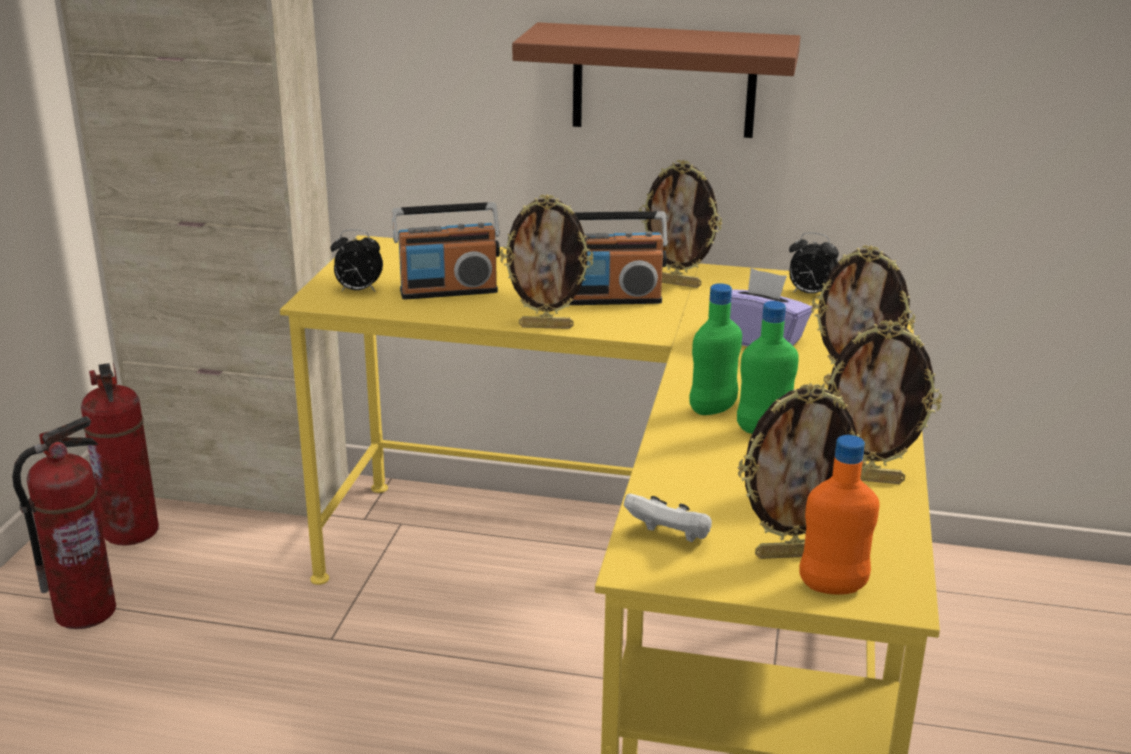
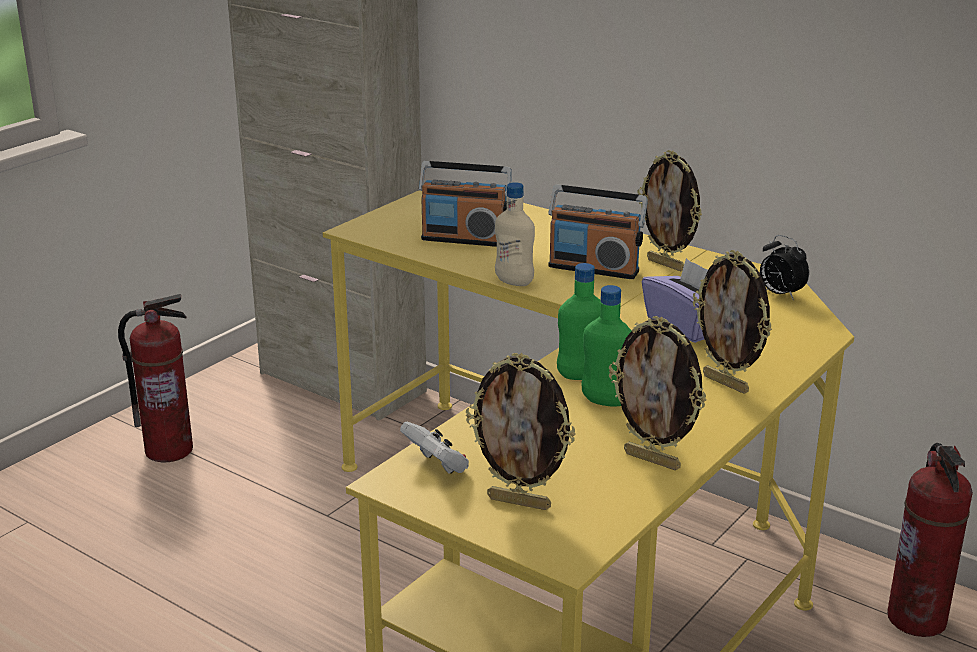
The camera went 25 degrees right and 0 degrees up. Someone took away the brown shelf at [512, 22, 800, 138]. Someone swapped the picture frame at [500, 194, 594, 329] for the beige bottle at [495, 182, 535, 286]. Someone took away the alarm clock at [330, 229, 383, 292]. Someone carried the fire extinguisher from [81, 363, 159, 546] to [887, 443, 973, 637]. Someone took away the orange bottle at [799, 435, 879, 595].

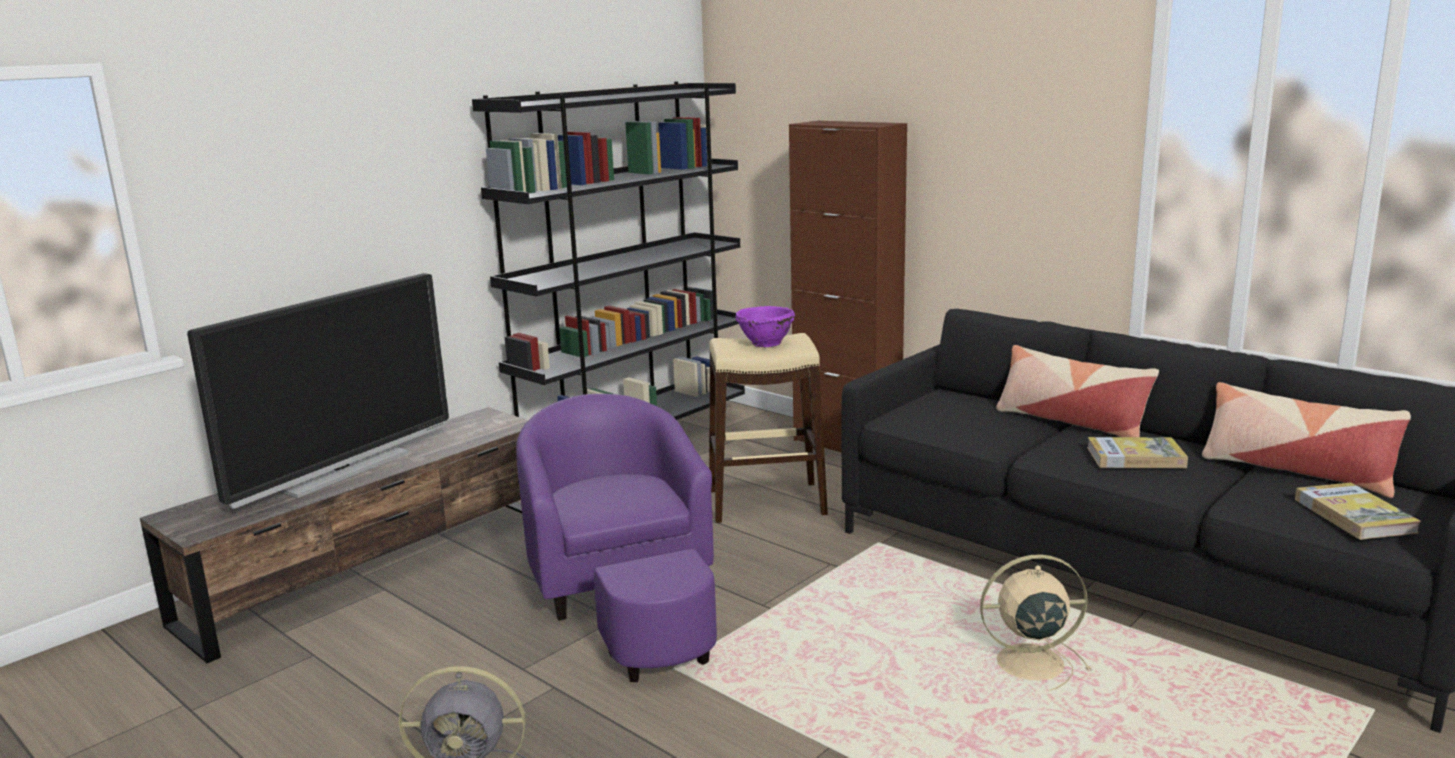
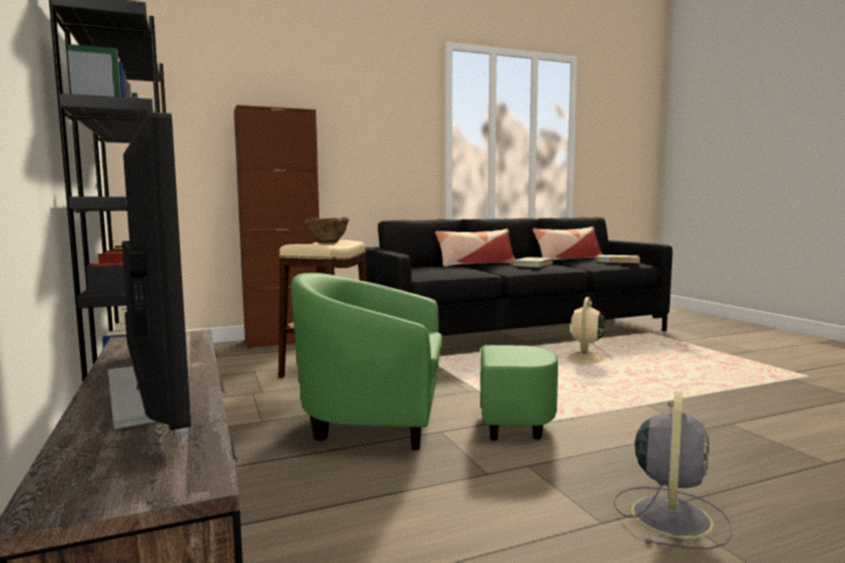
The camera went 65 degrees left and 10 degrees down. Someone repainted the purple bowl at [736, 306, 795, 347], which became the brown bowl at [305, 217, 349, 243]. Someone repainted the purple armchair at [516, 394, 717, 682], which became the green armchair at [291, 273, 558, 450].

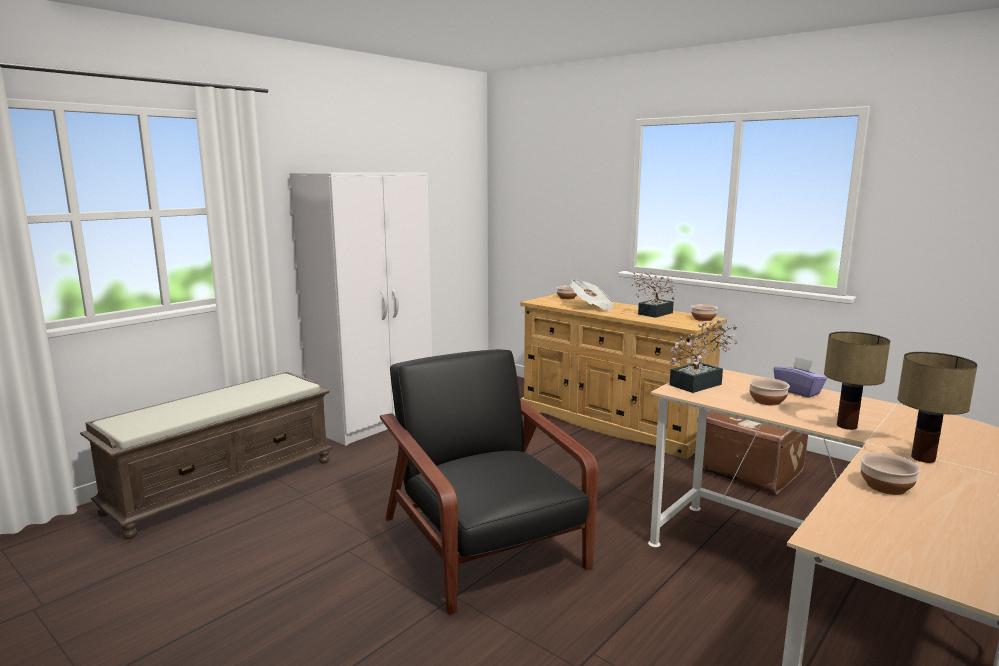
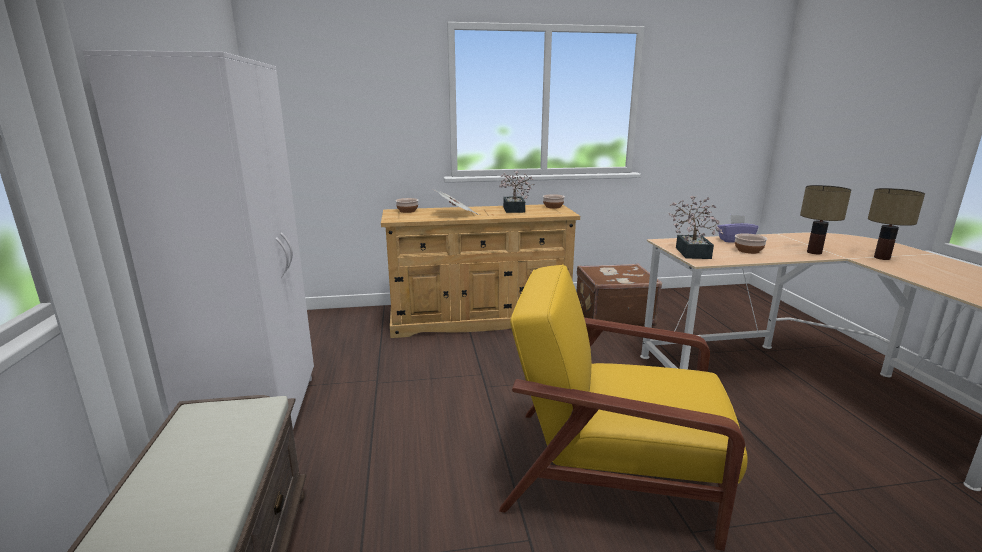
The camera went 50 degrees left and 5 degrees up. Someone repainted the black armchair at [380, 349, 598, 615], which became the yellow armchair at [499, 264, 748, 551]. Someone took away the bowl at [860, 452, 920, 495].

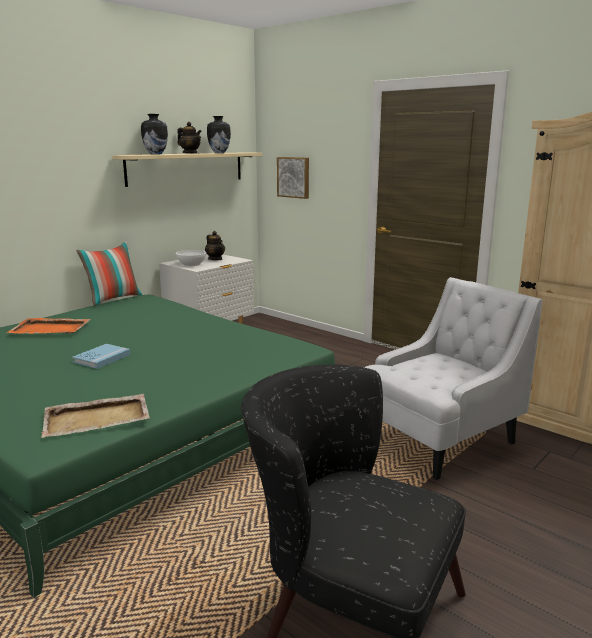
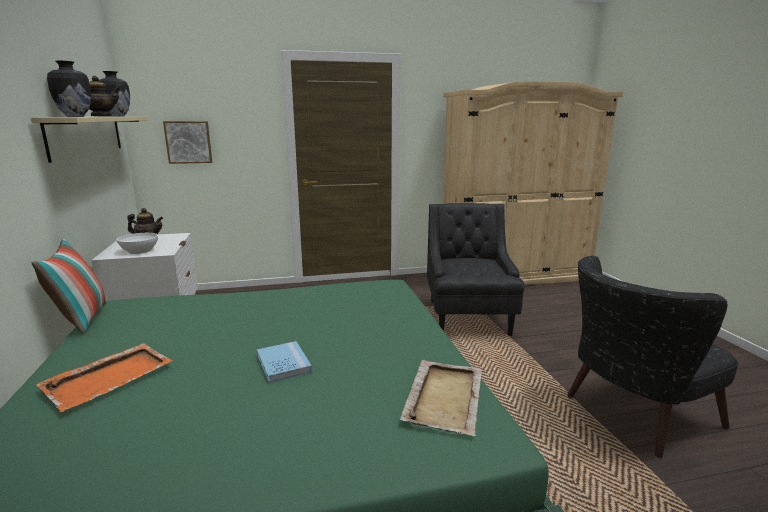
The camera went 55 degrees left and 0 degrees up. Someone repainted the white armchair at [364, 277, 543, 480], which became the black armchair at [427, 203, 525, 336].

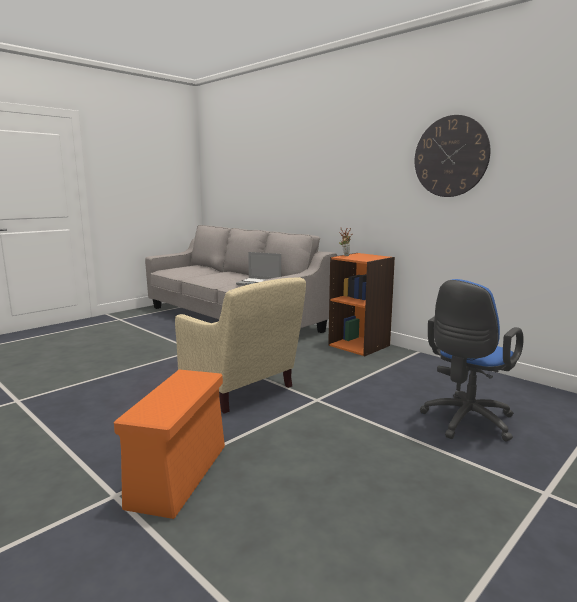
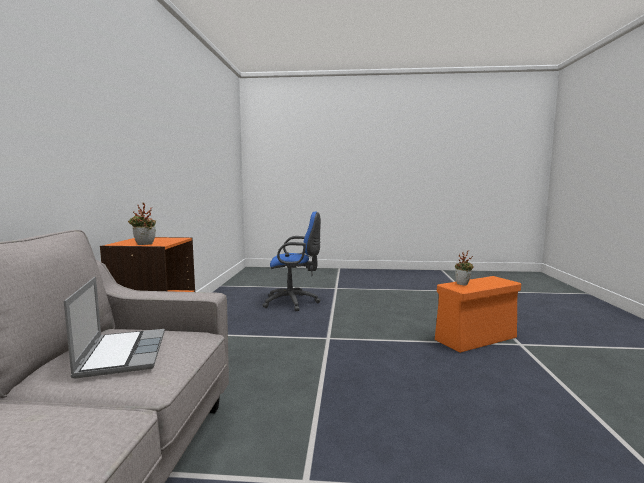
The camera went 130 degrees left and 5 degrees down. Someone took away the wall clock at [415, 115, 490, 197]. Someone took away the beige armchair at [175, 277, 306, 414]. Someone put down the potted plant at [455, 250, 473, 286].

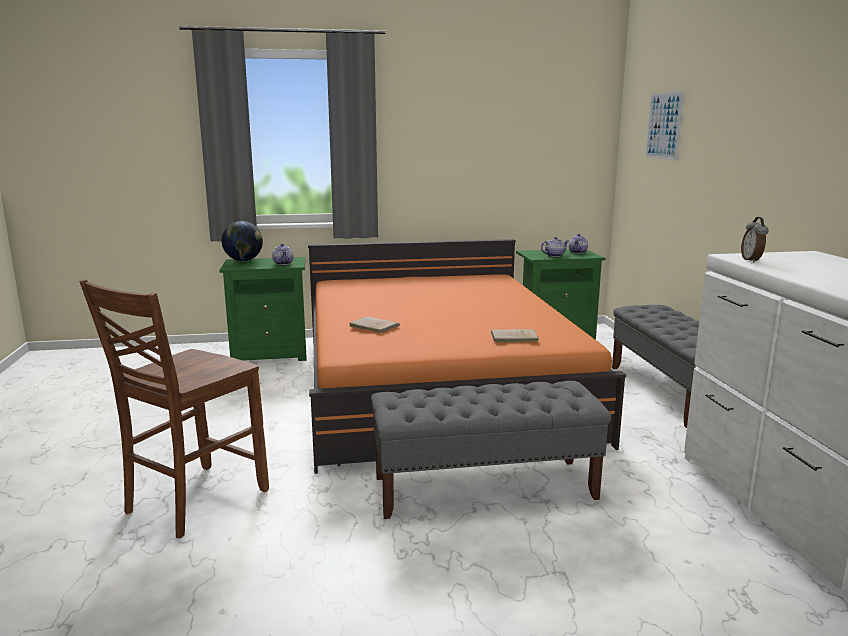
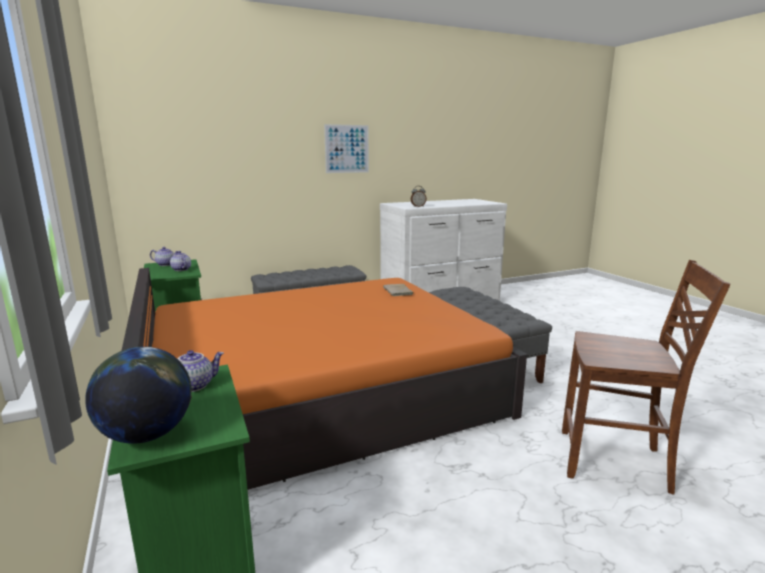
The camera went 105 degrees left and 0 degrees up. Someone carried the picture from [645, 90, 684, 160] to [324, 124, 369, 173]. Someone took away the beige book at [349, 316, 400, 333].

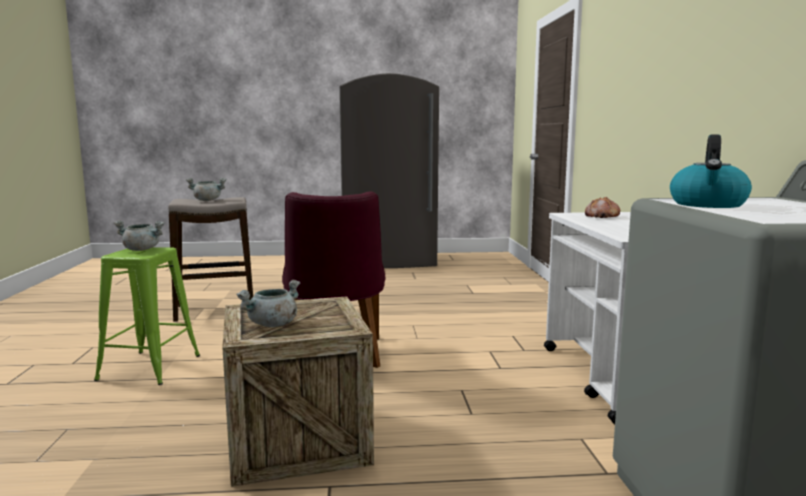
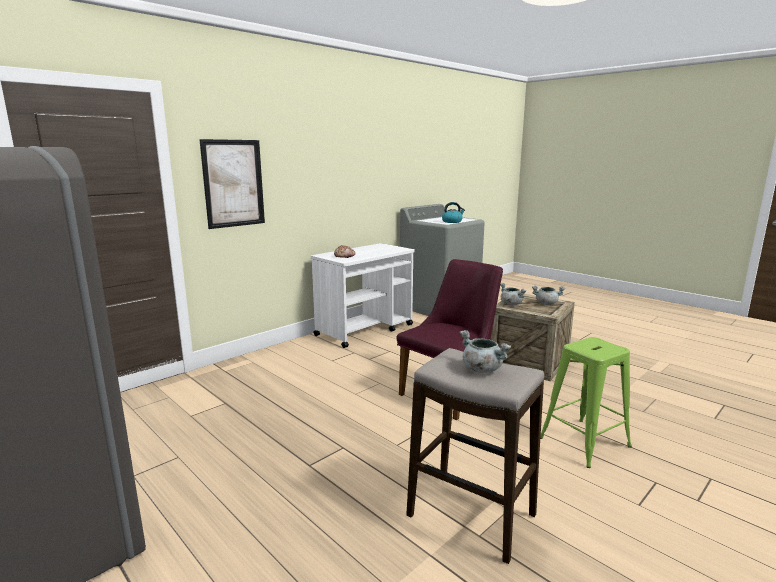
The camera went 130 degrees left and 5 degrees up. Someone carried the grey cooking pot from [114, 220, 165, 251] to [500, 283, 527, 305]. Someone put up the picture at [199, 139, 265, 229].

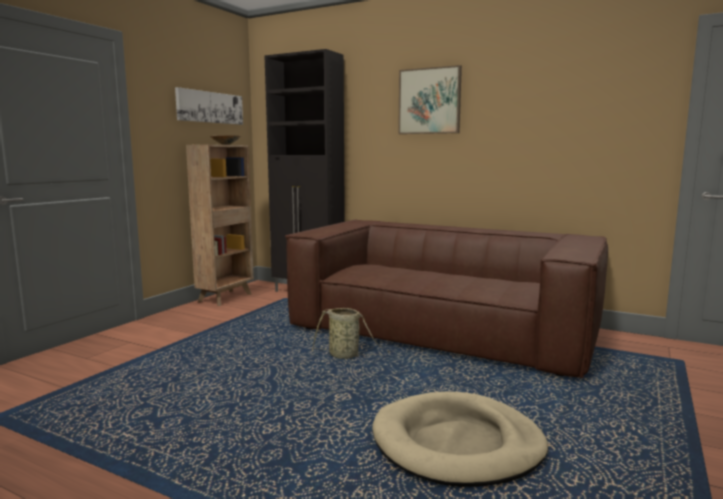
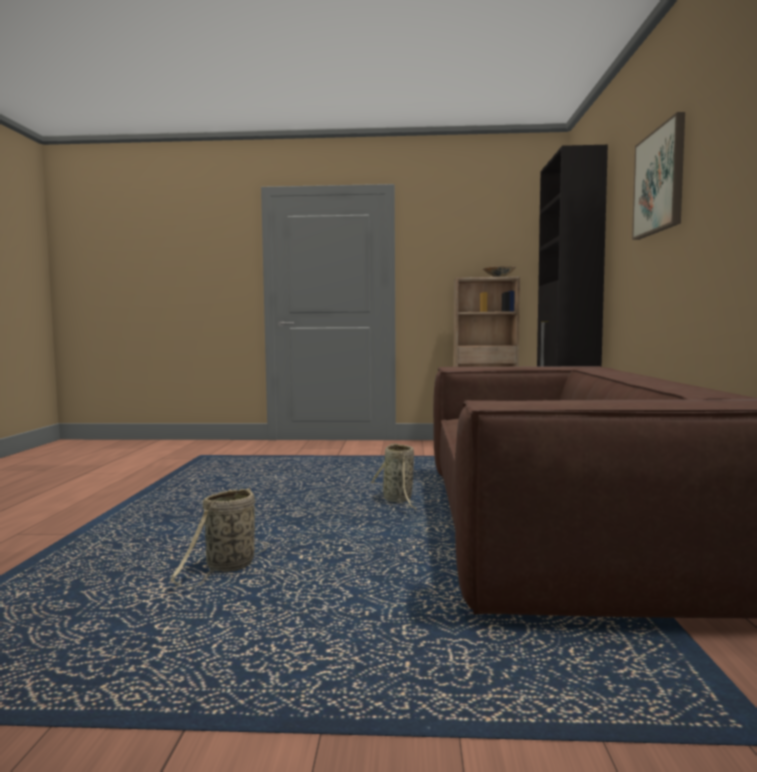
The camera went 65 degrees right and 5 degrees down. Someone took away the picture at [175, 87, 243, 125]. Someone swapped the beige dog bed at [372, 391, 548, 487] for the basket at [171, 487, 267, 588].

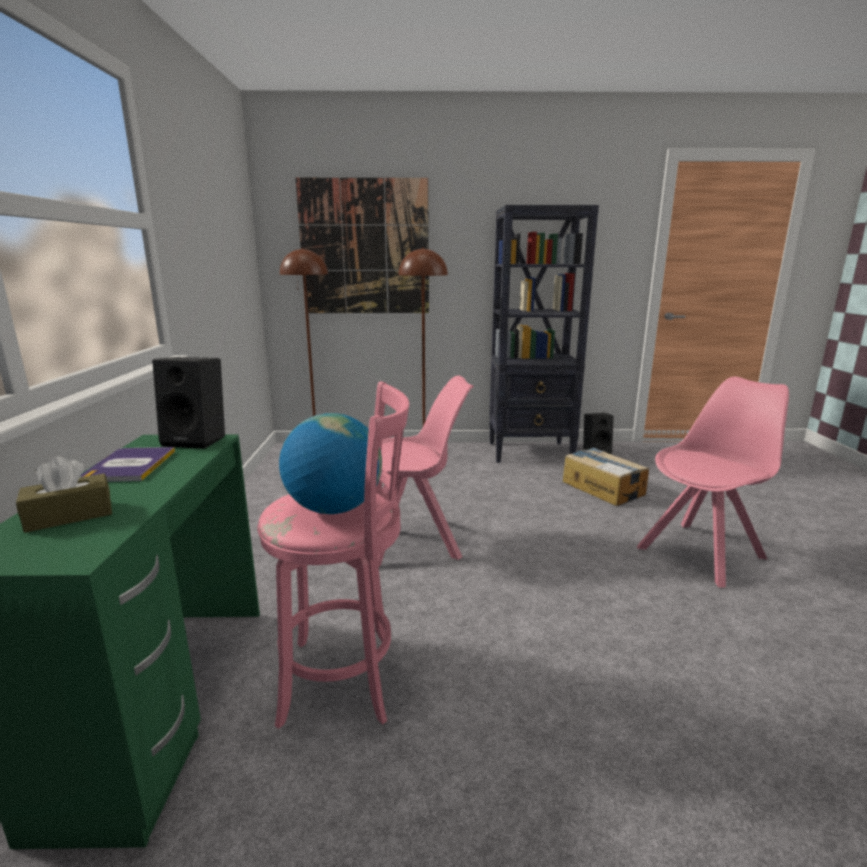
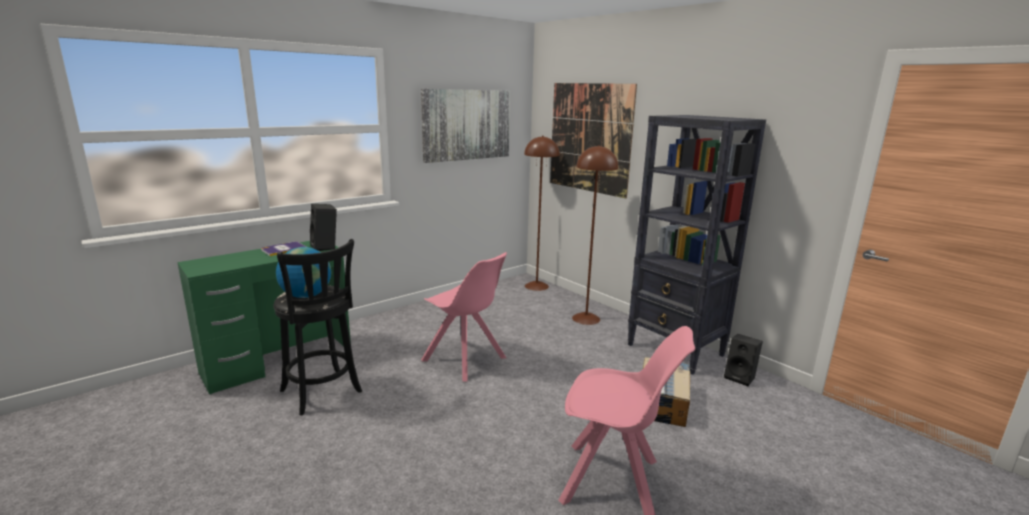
The camera went 50 degrees right and 0 degrees up. Someone repainted the pink stool at [257, 381, 409, 729], which became the black stool at [273, 239, 362, 415]. Someone took away the brown tissue box at [16, 456, 112, 533]. Someone put up the picture at [421, 89, 510, 163].

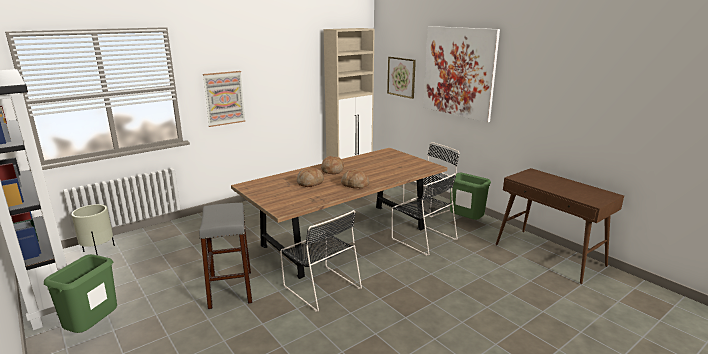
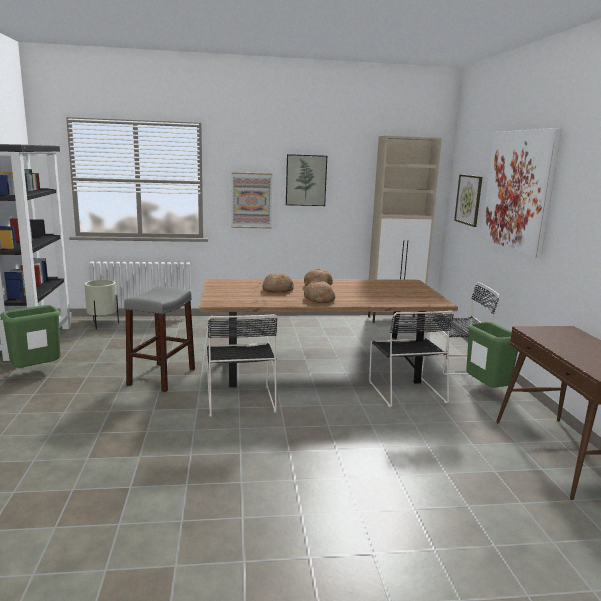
The camera went 30 degrees right and 5 degrees down. Someone put up the picture at [286, 154, 327, 206].

